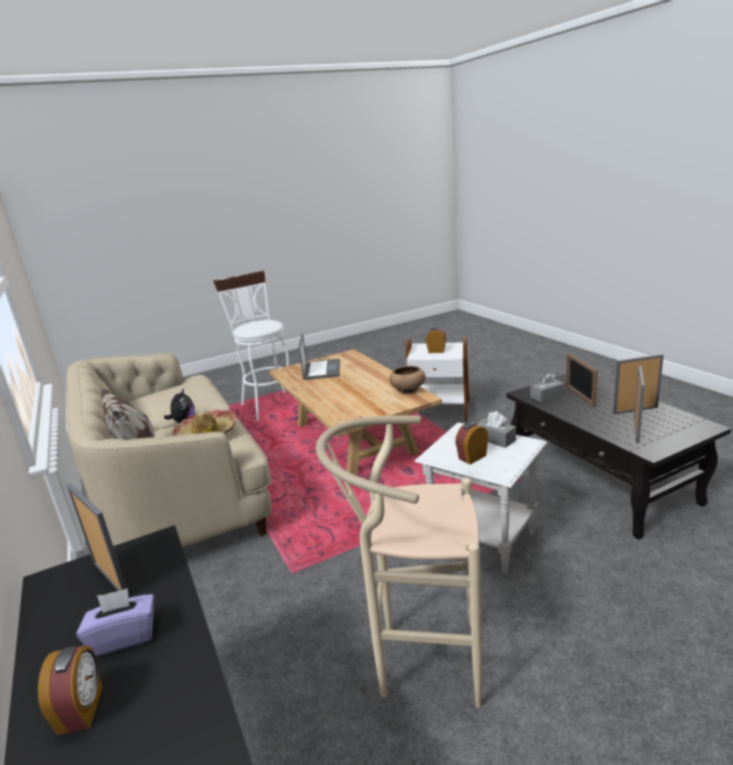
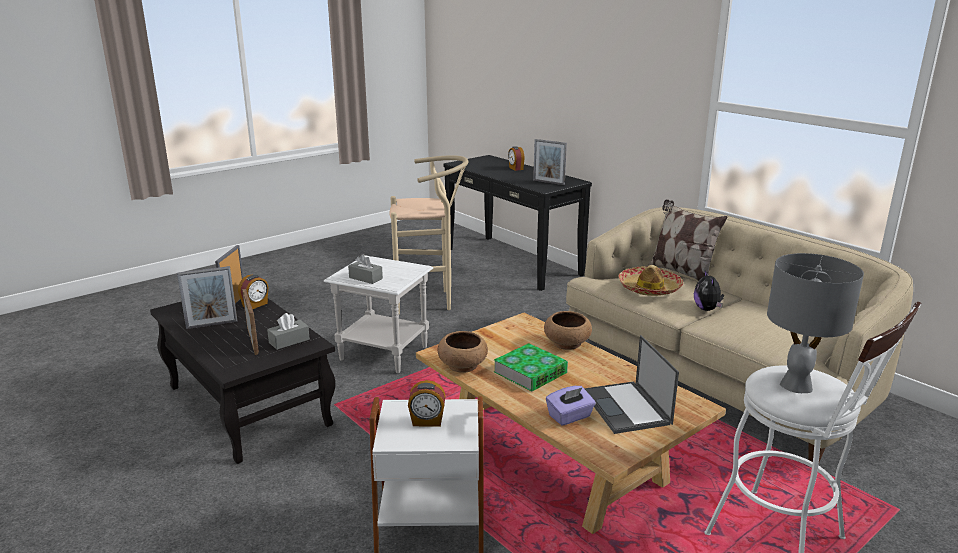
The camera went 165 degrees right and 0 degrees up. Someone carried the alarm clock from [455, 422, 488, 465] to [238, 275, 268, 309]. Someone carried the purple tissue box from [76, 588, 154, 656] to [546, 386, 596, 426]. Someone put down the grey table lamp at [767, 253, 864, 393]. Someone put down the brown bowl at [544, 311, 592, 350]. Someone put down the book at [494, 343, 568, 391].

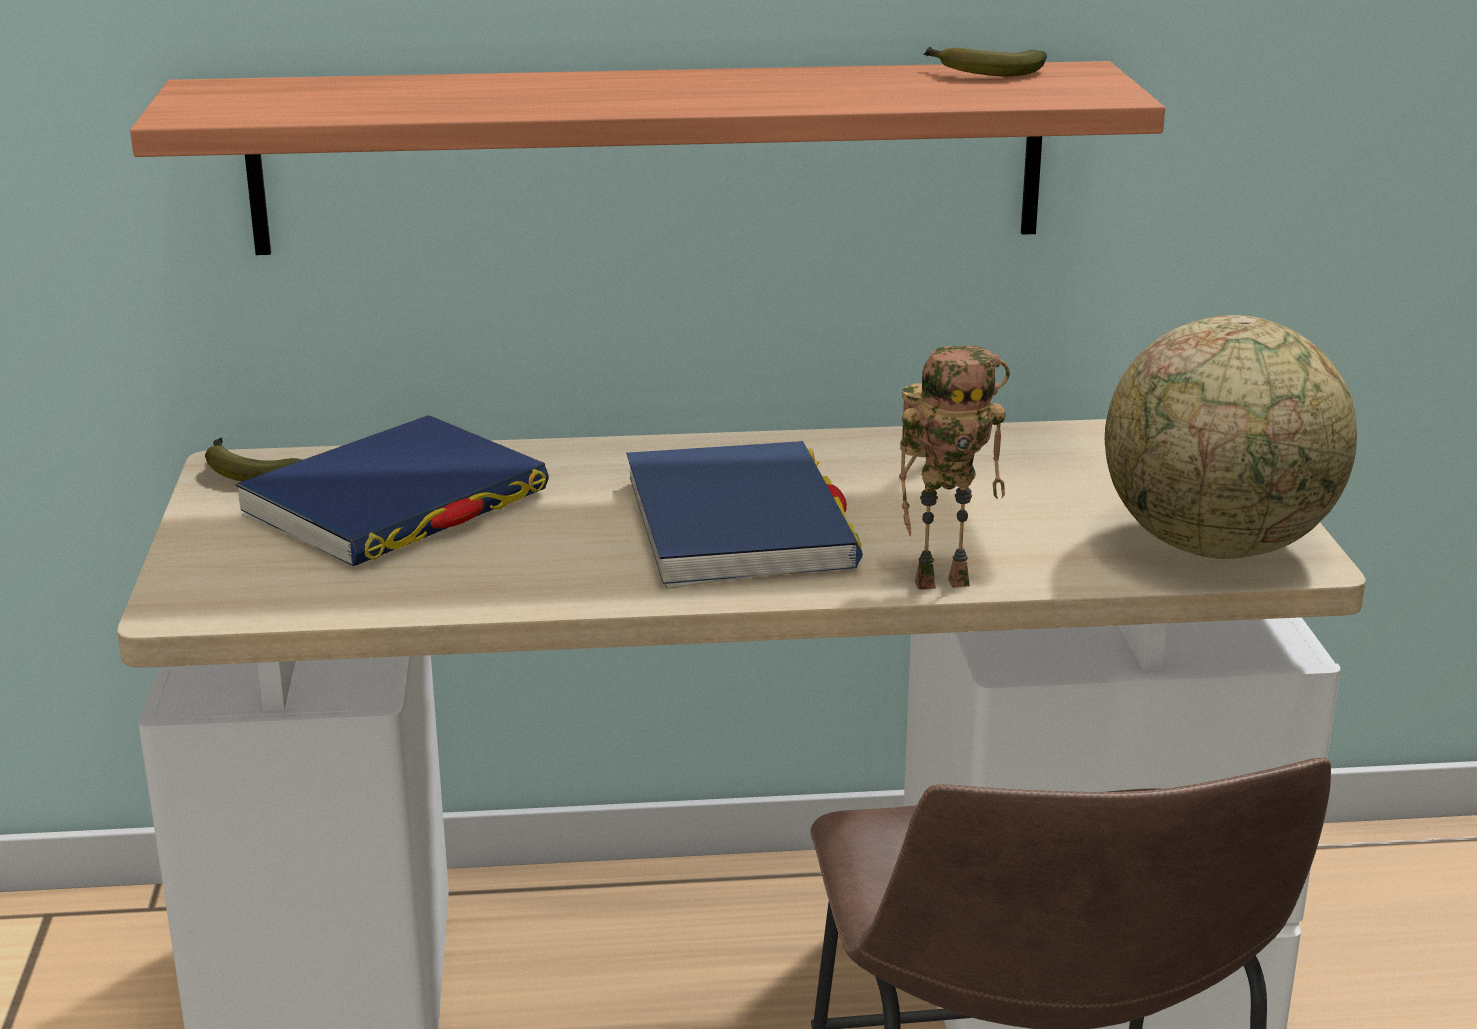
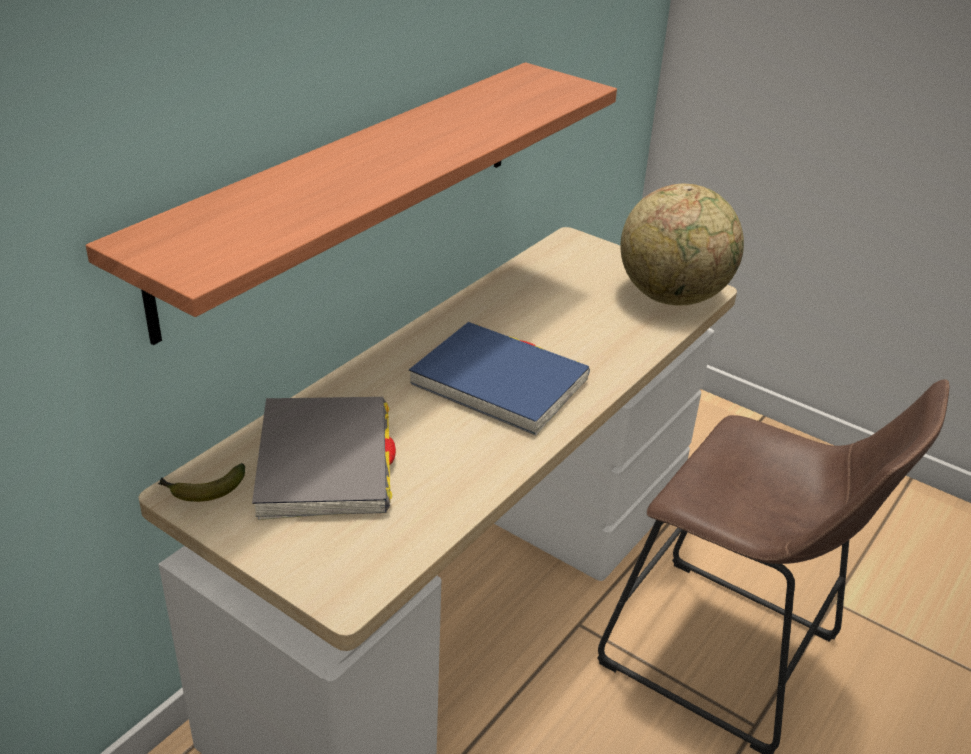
The camera went 50 degrees left and 10 degrees up. Someone took away the banana at [924, 47, 1047, 77]. Someone took away the toy robot at [899, 345, 1010, 590]. Someone repainted the blue book at [235, 415, 549, 566], which became the grey book at [252, 397, 396, 520].

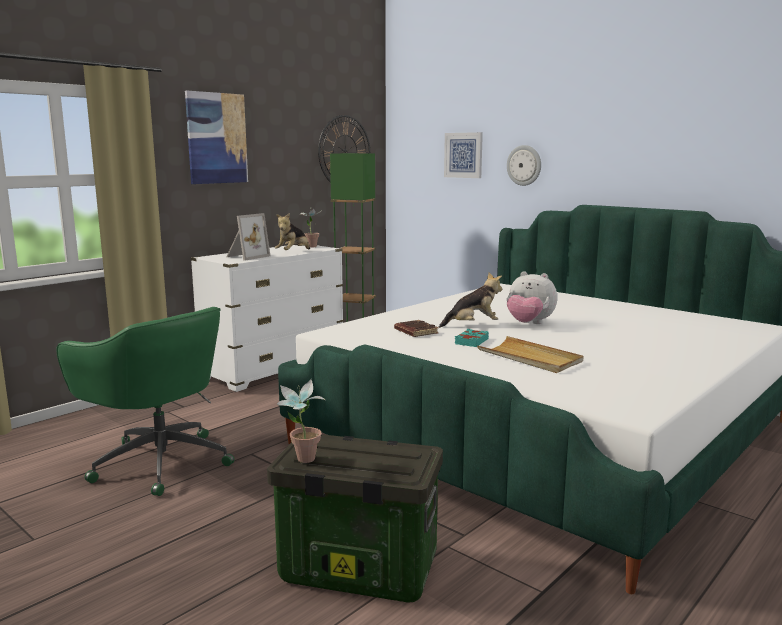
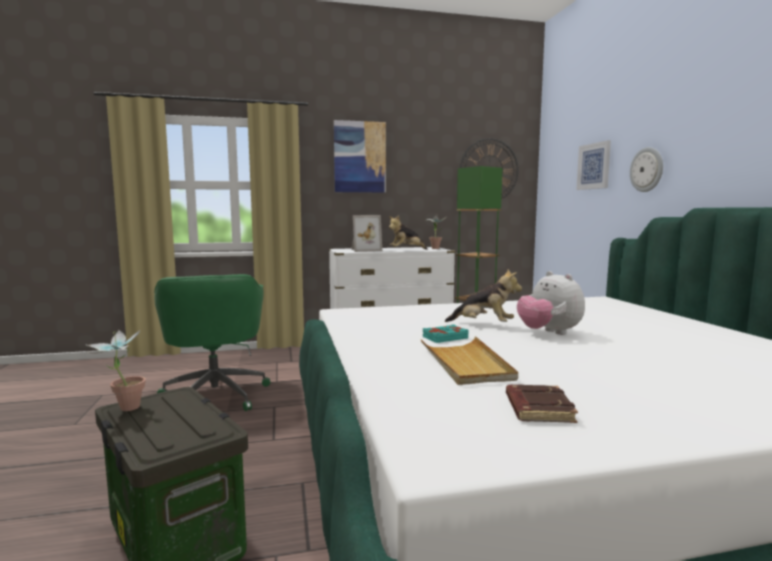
The camera went 35 degrees right and 5 degrees down. Someone carried the brown book from [394, 320, 438, 337] to [506, 385, 578, 423].

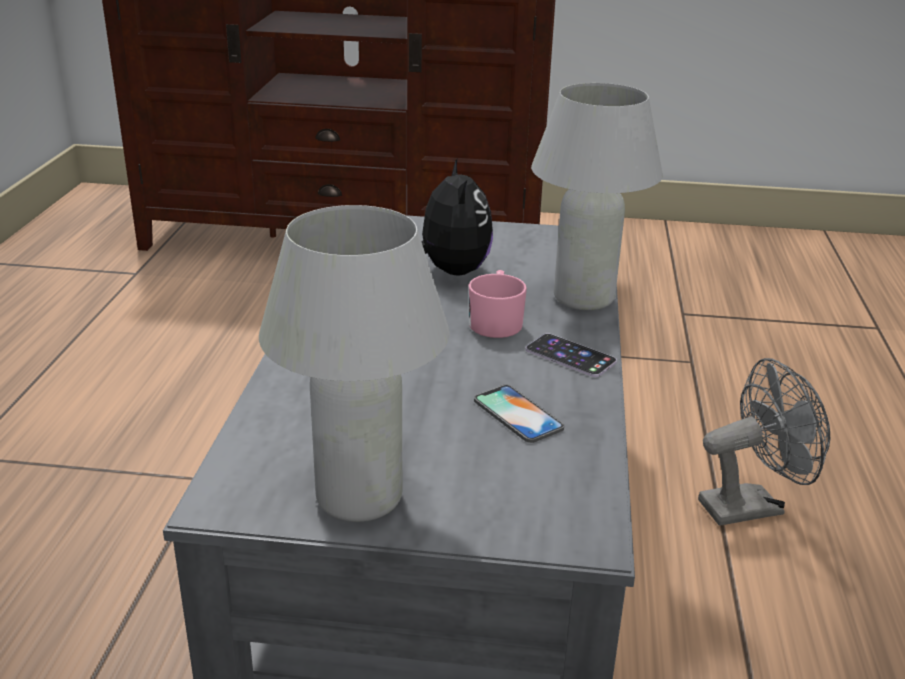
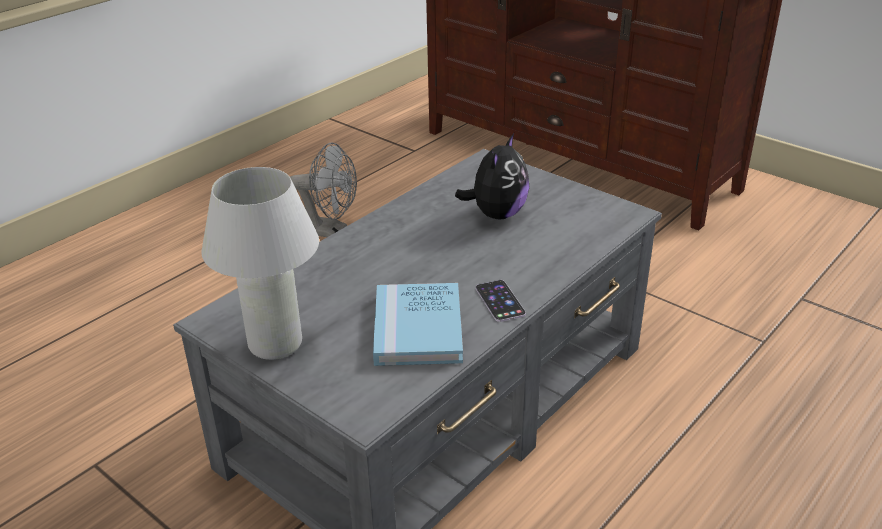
The camera went 35 degrees right and 5 degrees up. Someone took away the white table lamp at [531, 83, 663, 310]. Someone took away the pink mug at [469, 270, 527, 338]. Someone carried the grey fan from [698, 358, 830, 526] to [290, 142, 357, 237]. Someone swapped the phone at [474, 385, 564, 443] for the blue book at [373, 283, 463, 366].

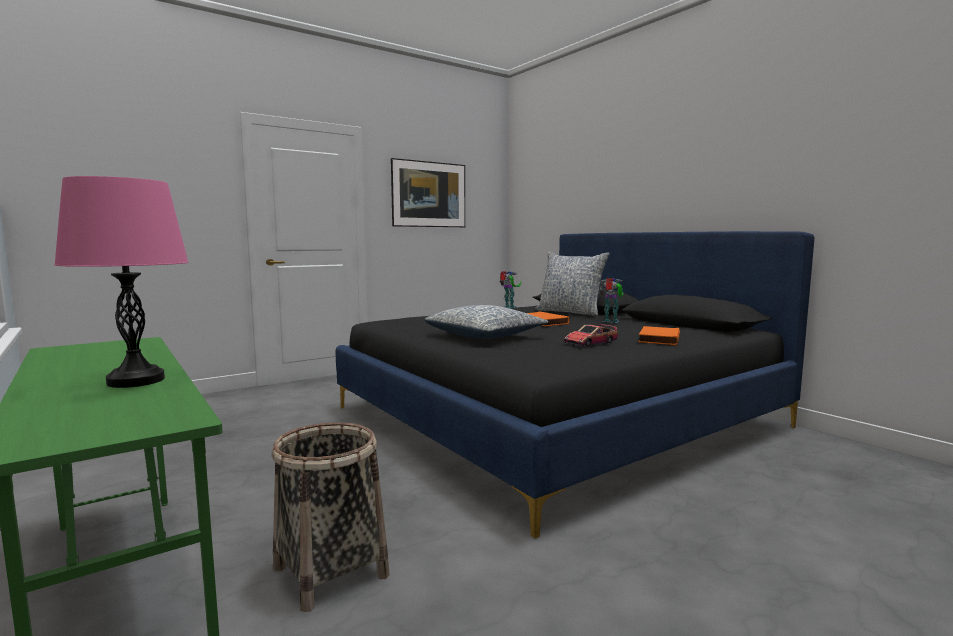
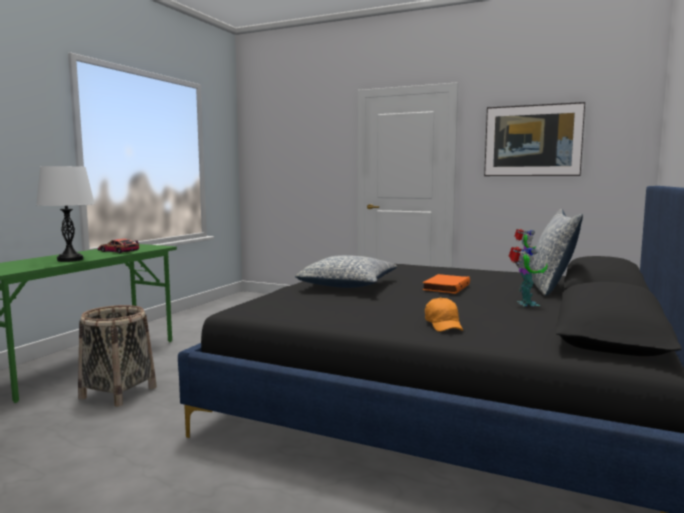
The camera went 60 degrees right and 0 degrees up. Someone repainted the pink table lamp at [54, 176, 188, 388], which became the white table lamp at [36, 166, 95, 262]. Someone carried the toy car from [563, 324, 618, 347] to [98, 239, 139, 253]. Someone swapped the orange book at [638, 326, 680, 345] for the orange cap at [425, 298, 463, 332].

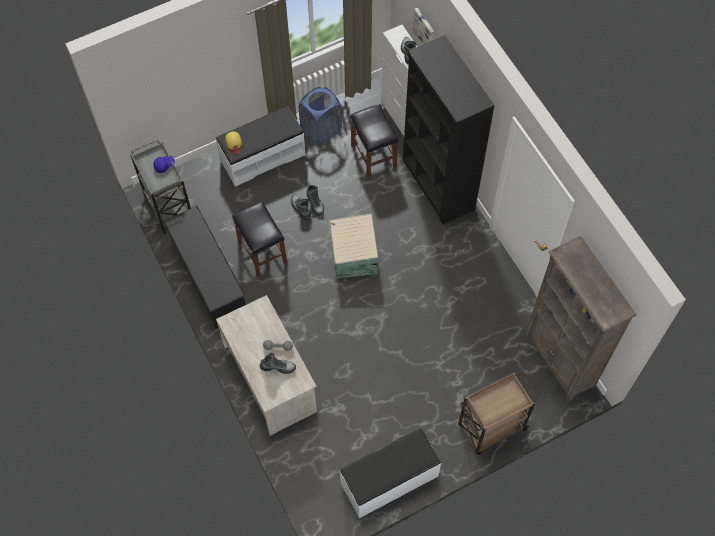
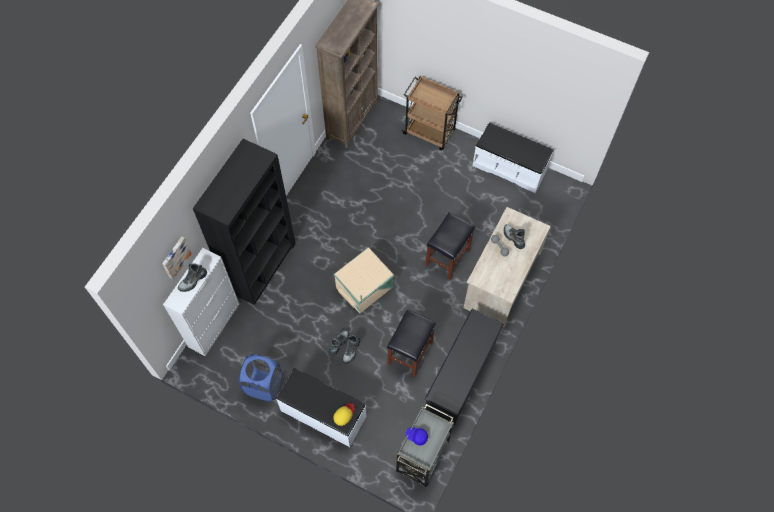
The camera went 125 degrees left and 0 degrees up. Someone carried the black stool from [350, 104, 398, 178] to [425, 212, 475, 280].

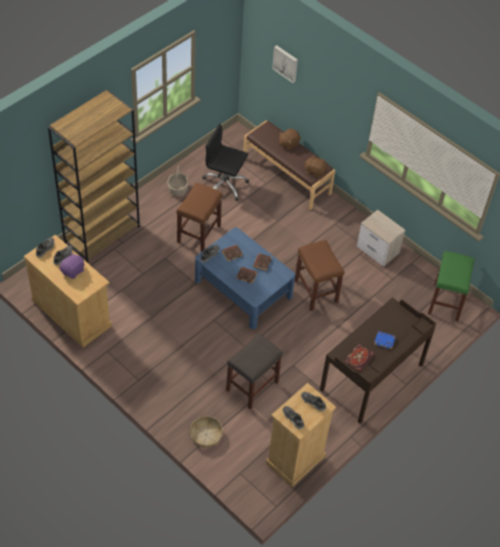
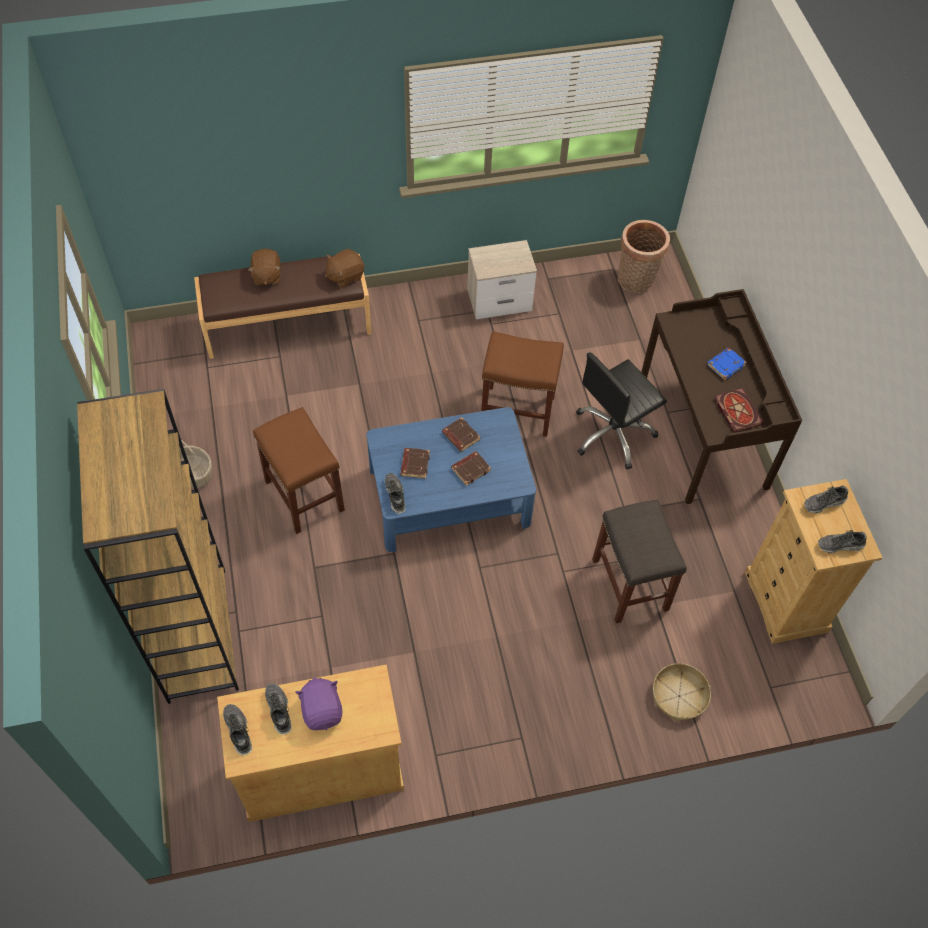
The camera went 55 degrees left and 5 degrees up. Someone took away the picture at [272, 45, 298, 83]. Someone carried the black office chair from [202, 123, 249, 201] to [576, 352, 667, 470]. Someone swapped the green stool at [428, 251, 475, 322] for the basket at [618, 220, 670, 293].

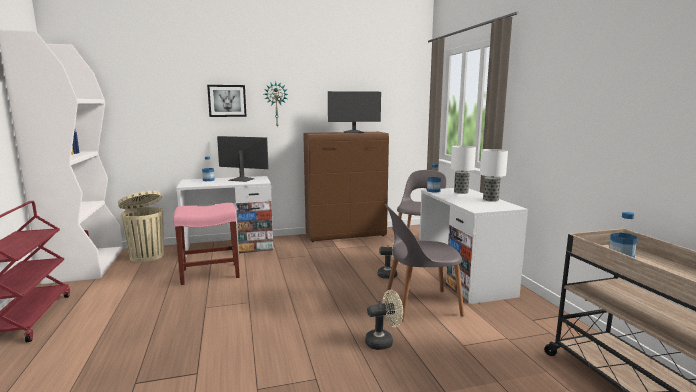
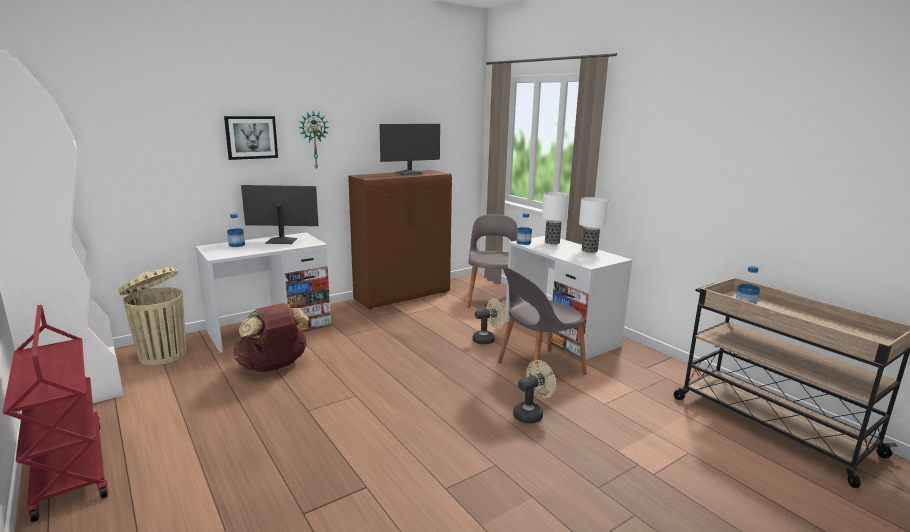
The camera went 20 degrees left and 5 degrees up. Someone swapped the pink stool at [173, 203, 240, 285] for the brown backpack at [233, 303, 309, 372].

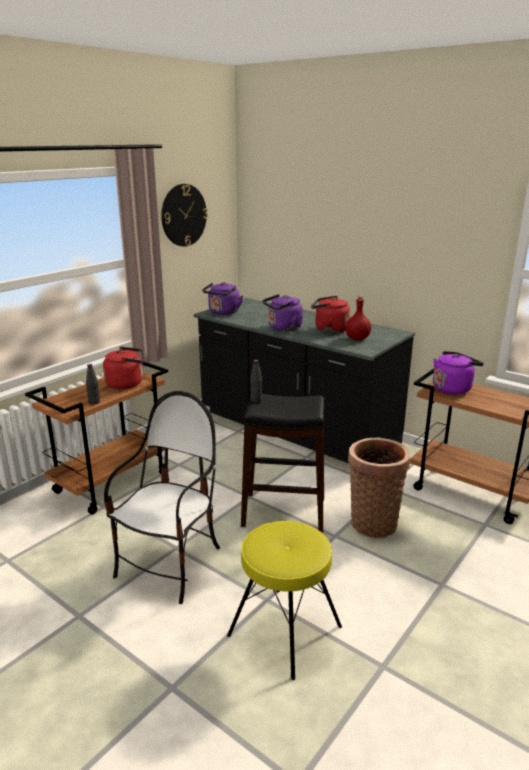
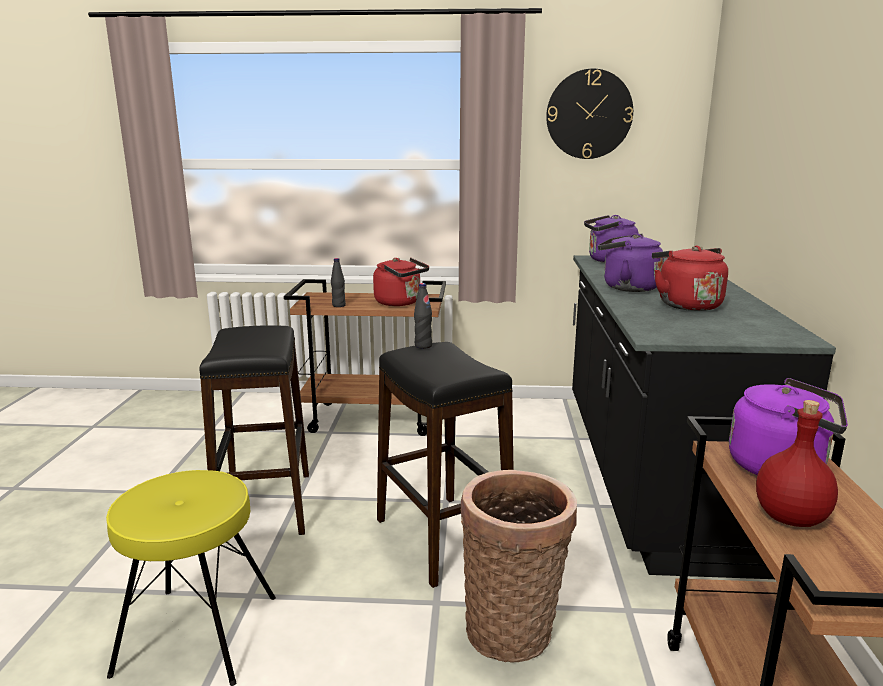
The camera went 55 degrees right and 5 degrees down. Someone carried the red bottle from [345, 296, 371, 340] to [756, 400, 838, 527]. Someone swapped the chair at [104, 391, 220, 604] for the black stool at [199, 325, 309, 535].

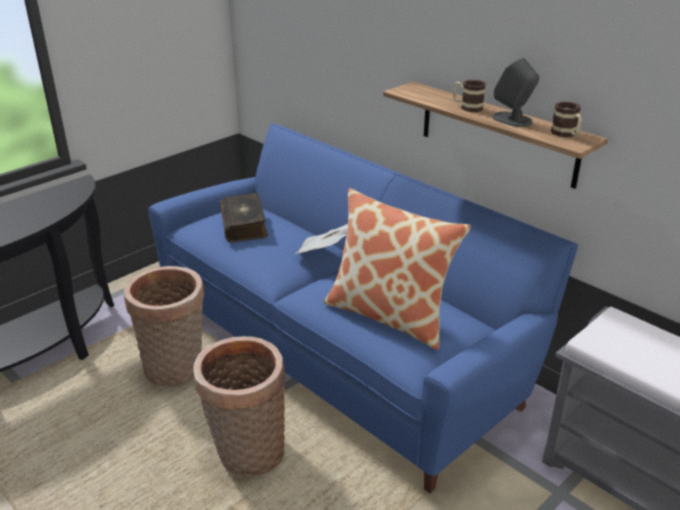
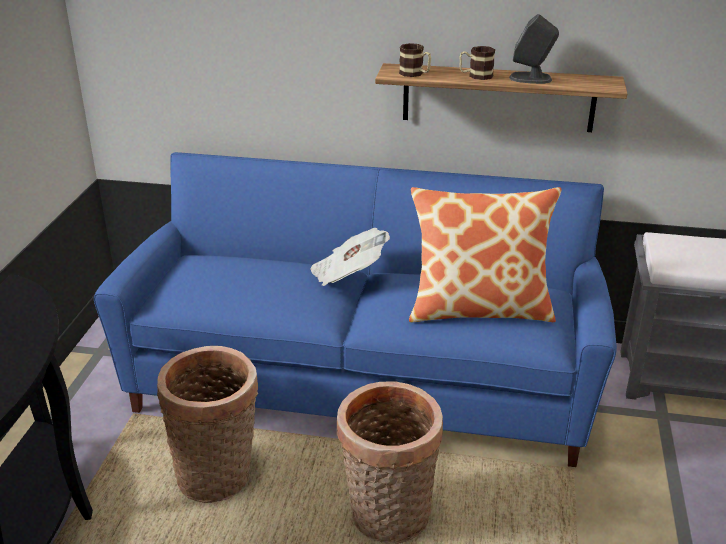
The camera went 35 degrees left and 0 degrees up. Someone carried the mug from [551, 102, 582, 137] to [399, 43, 431, 77]. Someone took away the book at [220, 193, 268, 242].

